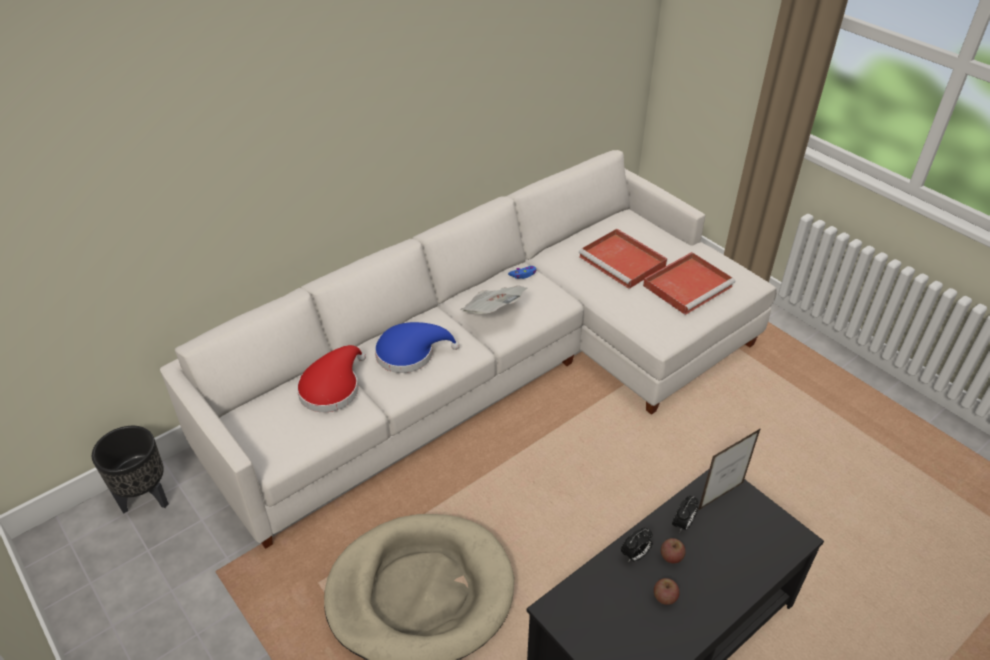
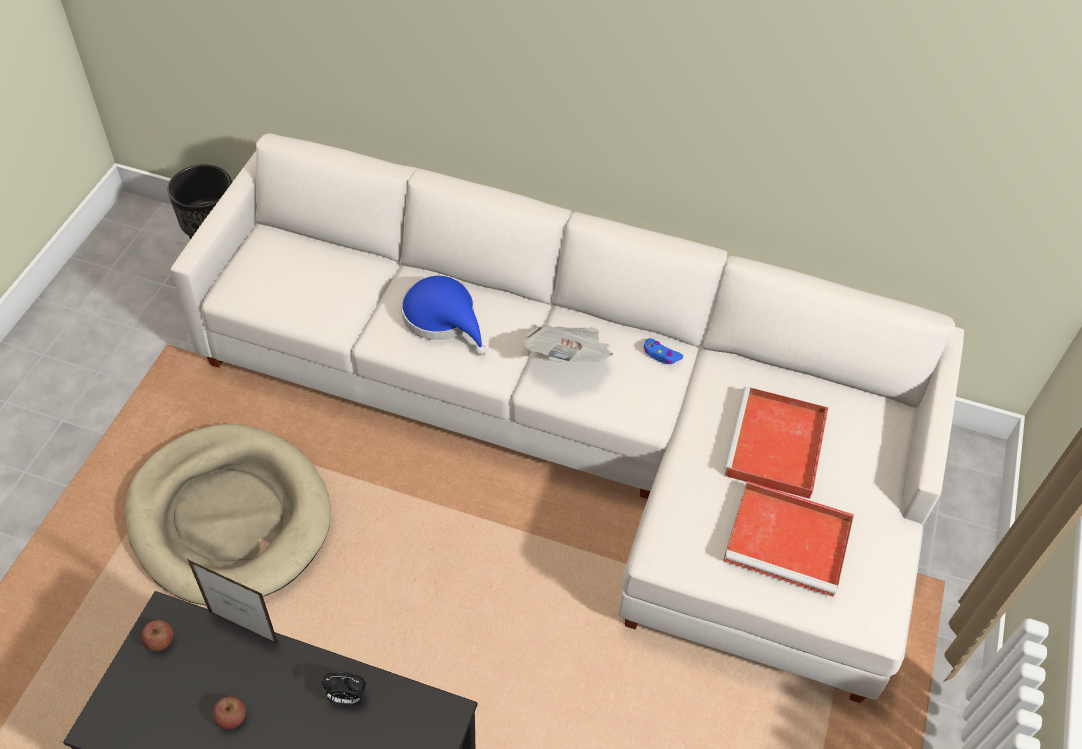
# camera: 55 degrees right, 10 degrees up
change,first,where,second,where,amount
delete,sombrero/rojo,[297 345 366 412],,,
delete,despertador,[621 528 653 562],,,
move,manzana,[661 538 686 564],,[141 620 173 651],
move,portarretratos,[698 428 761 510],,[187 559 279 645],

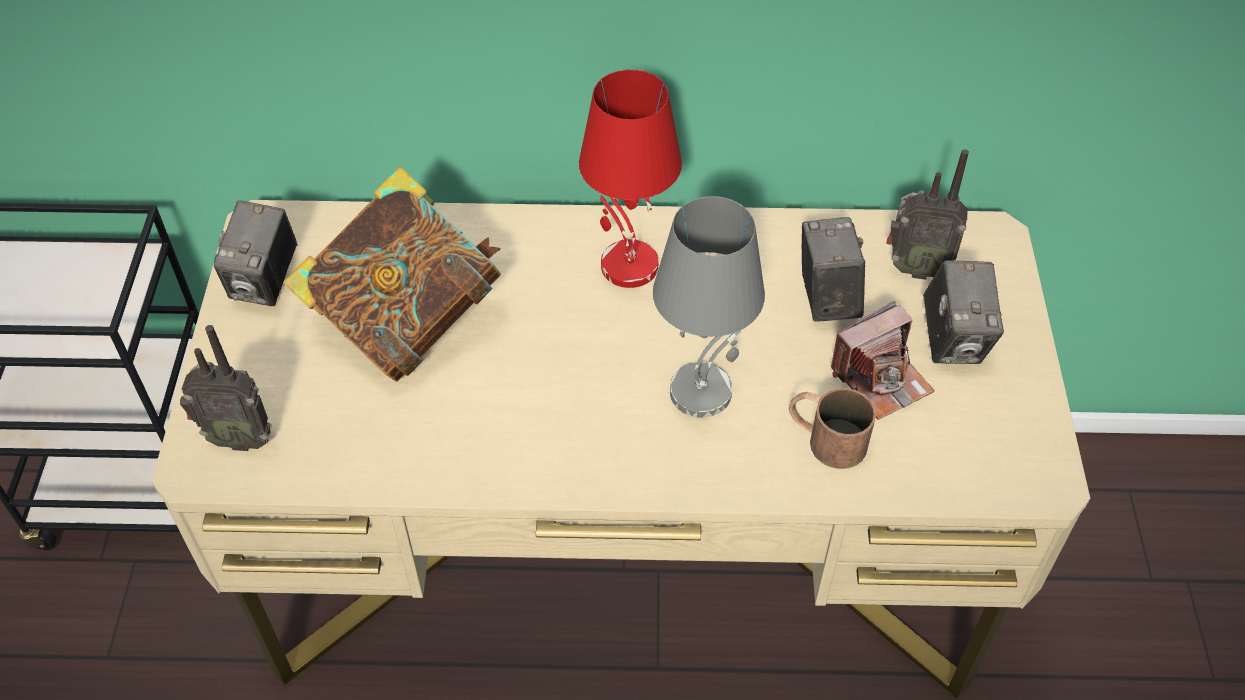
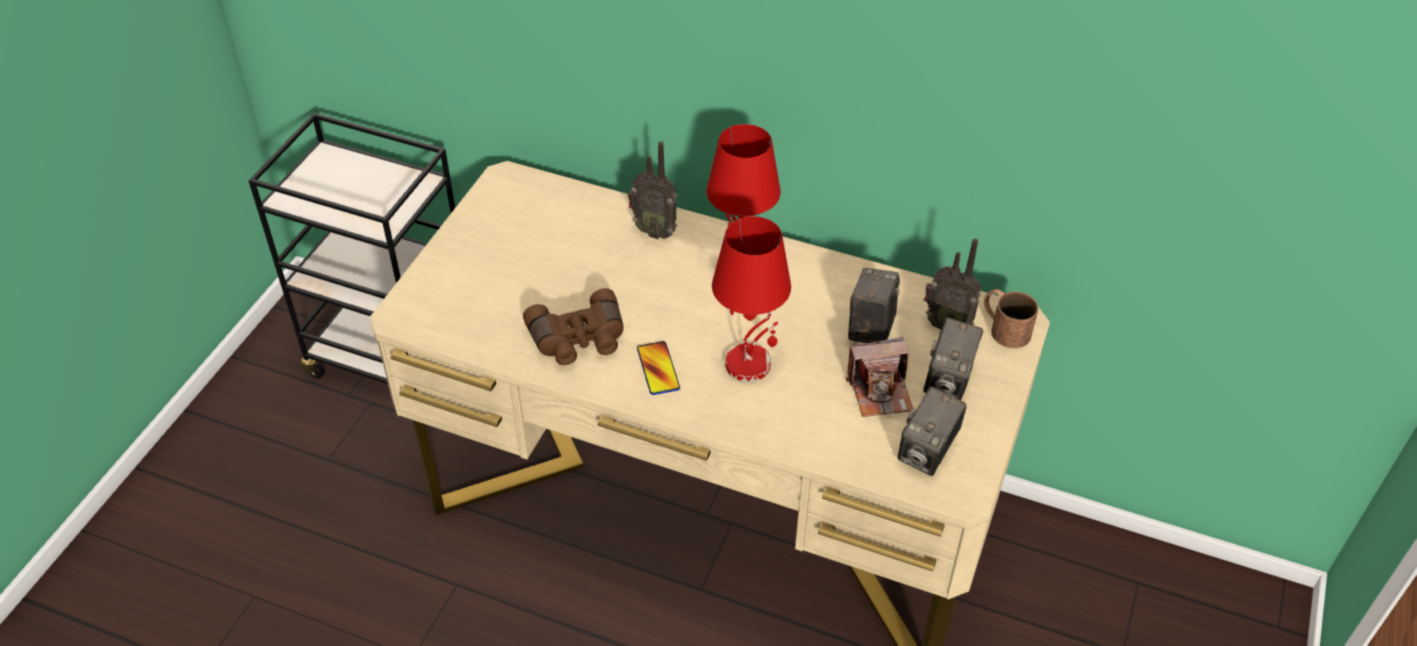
# camera: 20 degrees right, 5 degrees down
change,first,where,second,where,amount
move,radio,[180 325 272 451],,[628 141 677 239],
move,cámara,[214 200 297 306],,[897 386 967 476],
delete,libro,[283 167 501 382],,,
recolor,lámpara de mesa/gris,[653 196 765 418],lámpara de mesa/rojo,[712 216 791 382],
move,taza grande/marrón,[789 388 876 469],,[984 289 1039 348],
insert,,,prismáticos/marrón,[523 288 624 365],
insert,,,móvil,[637 341 680 395],

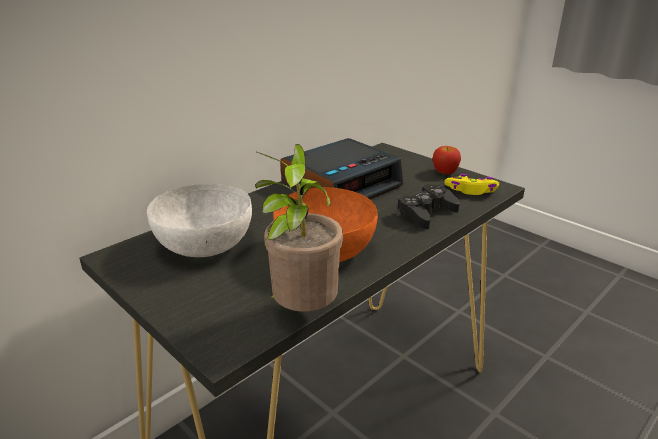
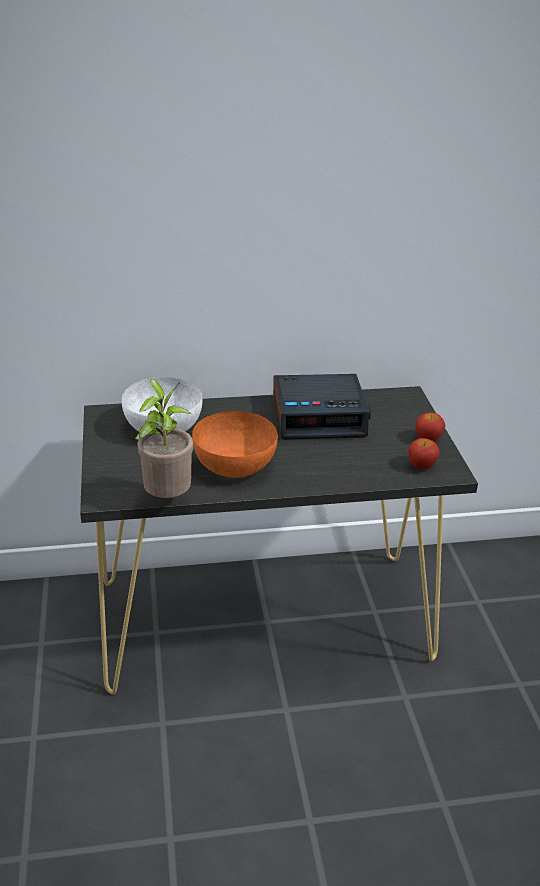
# camera: 35 degrees right, 5 degrees up
change,first,where,second,where,amount
delete,mando de consola/negro,[396 184 460 229],,,
replace,mando de consola/amarillo,[444 174 499 195],manzana,[408 438 440 470],

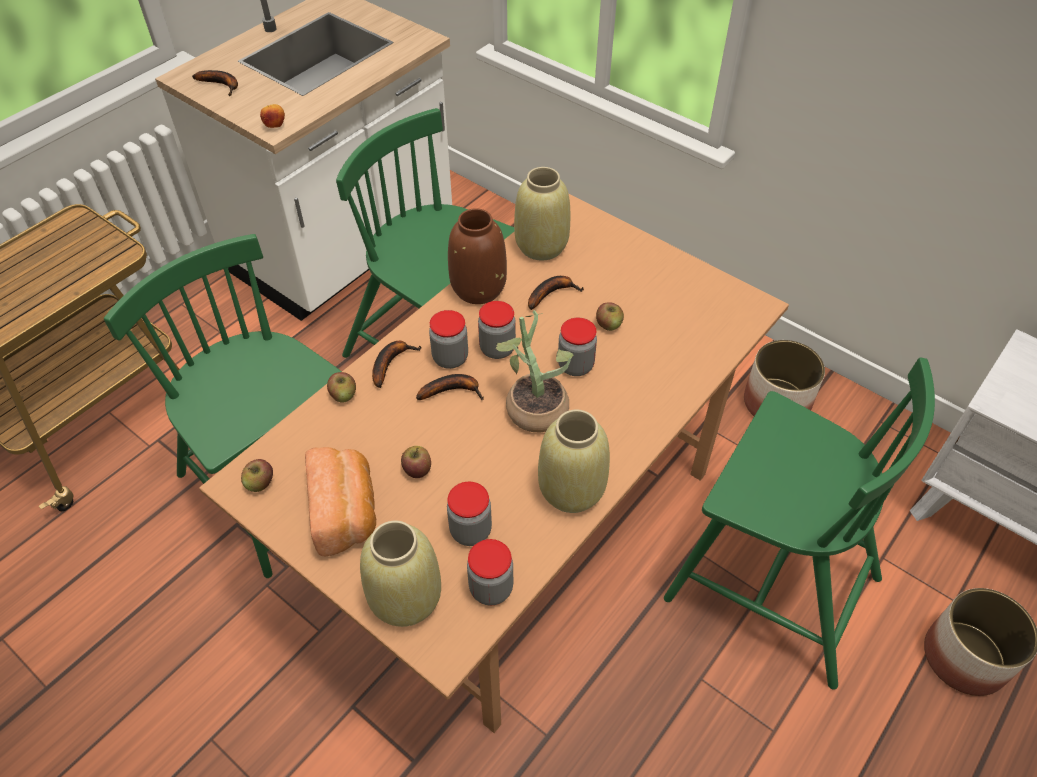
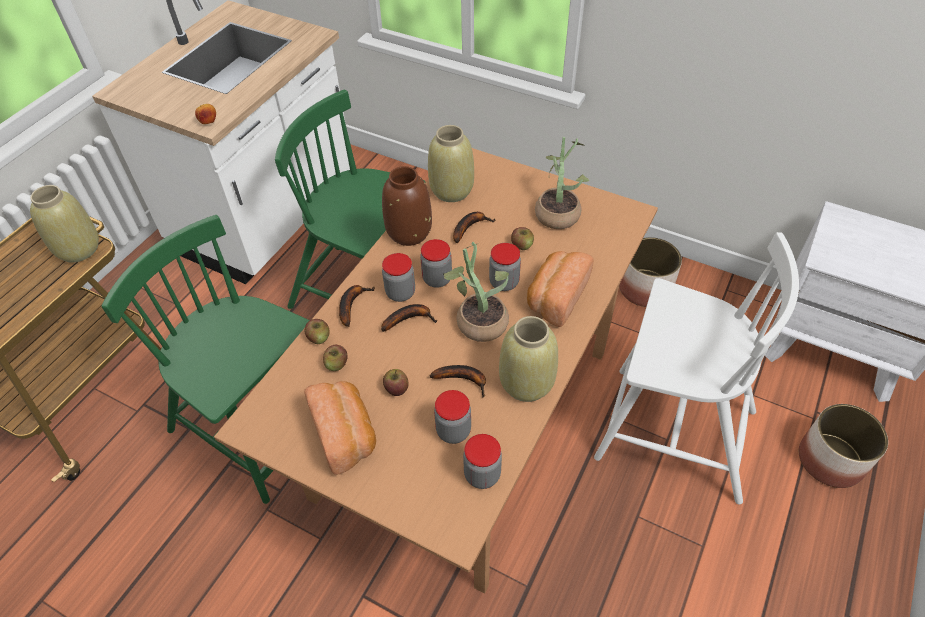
# camera: 10 degrees left, 0 degrees up
change,first,where,second,where,amount
move,plátano,[192 70 238 96],,[430 365 486 398],
move,manzana,[241 459 273 492],,[323 345 347 371],
move,florero/beis,[360 520 441 627],,[30 185 99 262],
recolor,silla/verde,[664 358 935 690],silla/blanco,[594 232 799 504],
insert,,,pan,[527 251 593 327],
insert,,,planta en maceta,[535 137 589 229],

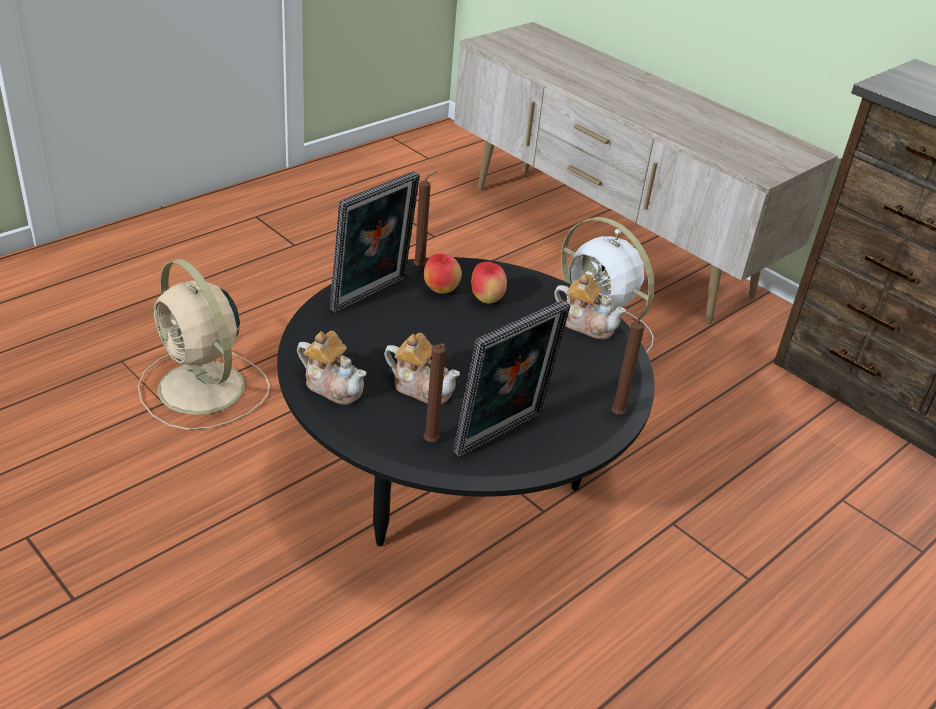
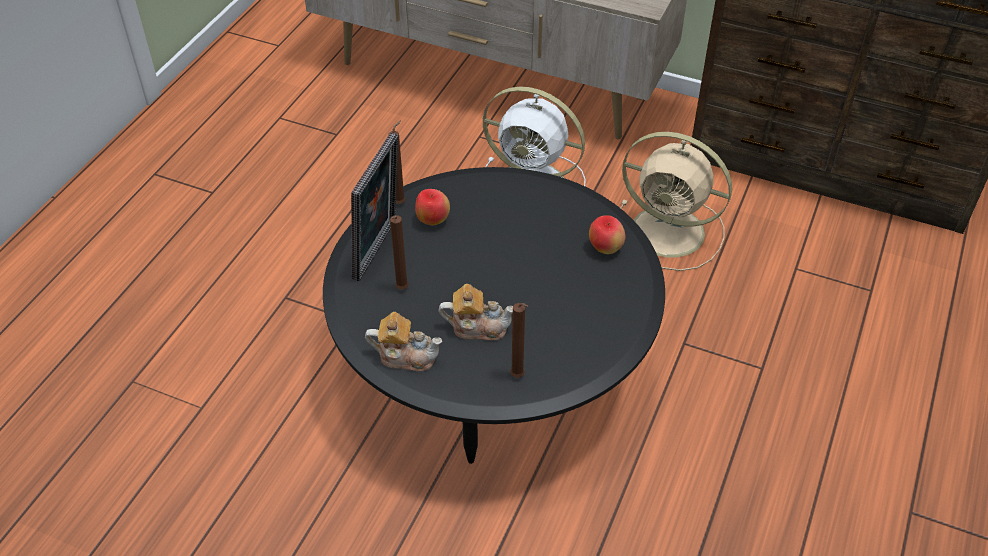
# camera: 20 degrees left, 10 degrees up
change,first,where,second,where,amount
move,ventilador/beis,[138 259 270 430],,[621 132 732 271],
delete,portarretratos,[453 300 571 458],,,
move,manzana,[471 262 507 304],,[589 215 625 254],
delete,tetera,[554 274 626 339],,,
move,vela/marrón,[611 318 645 415],,[390 215 409 290],

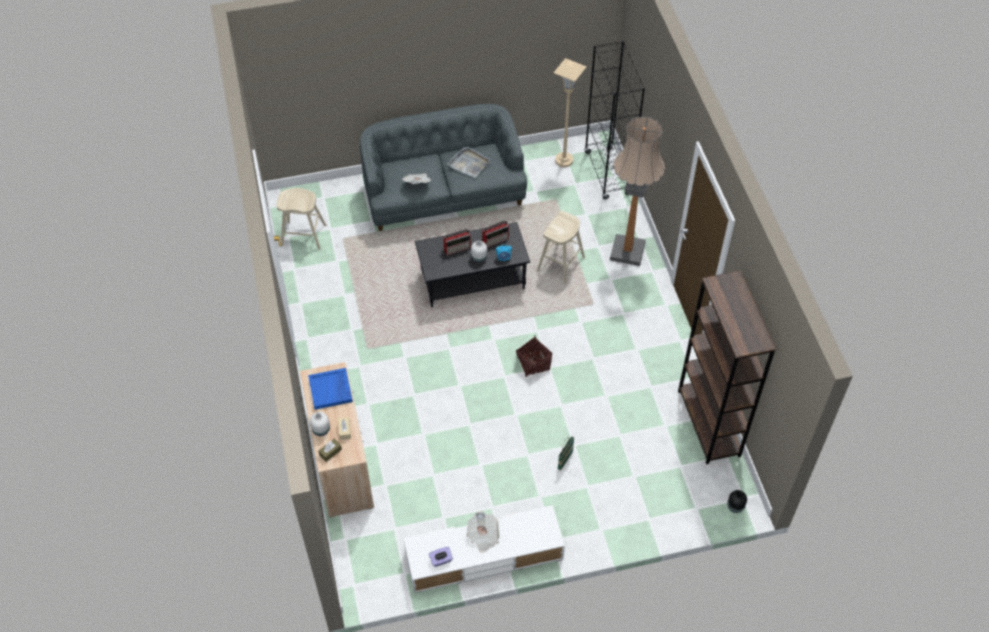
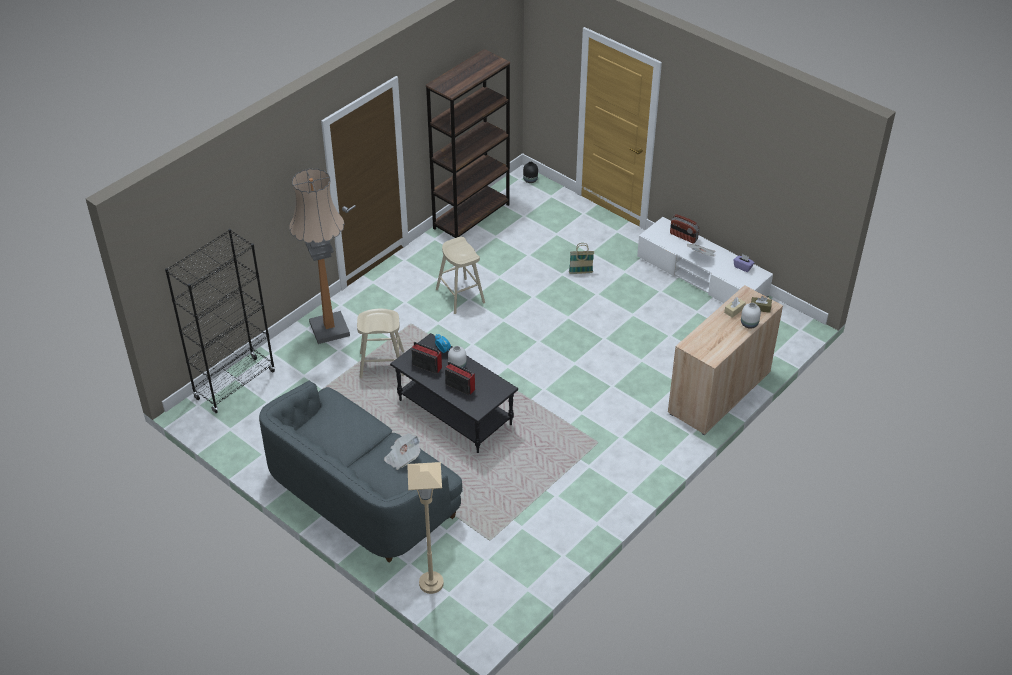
# camera: 125 degrees left, 10 degrees down
change,first,where,second,where,amount
move,taburete/beis,[276 188 326 250],,[436 237 485 314],
delete,bandeja/azul,[308 368 353 410],,,
delete,bandeja/gris,[448 147 491 178],,,
delete,cesta,[516 336 552 377],,,
move,lámpara de pie/beis,[554 58 586 167],,[407 462 444 594],
insert,,,radio,[670 214 699 244],

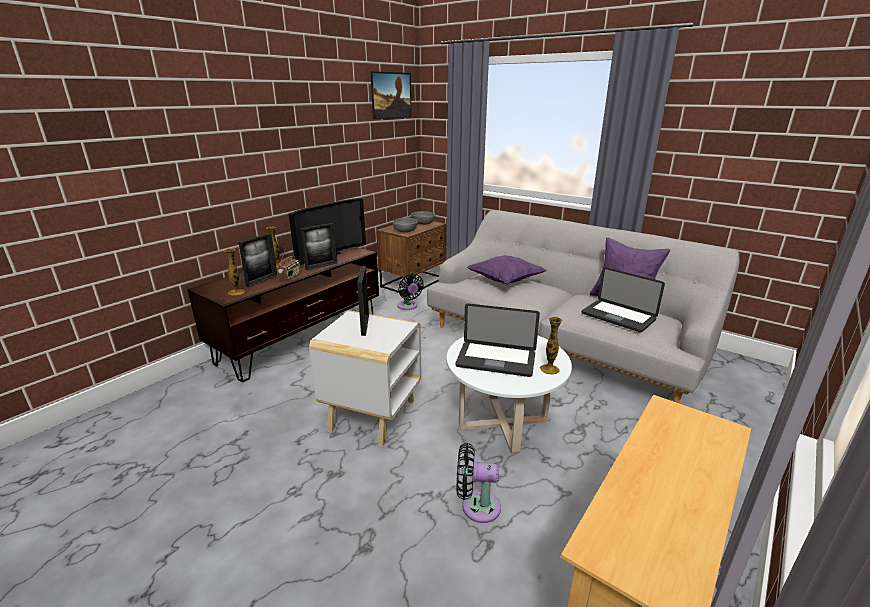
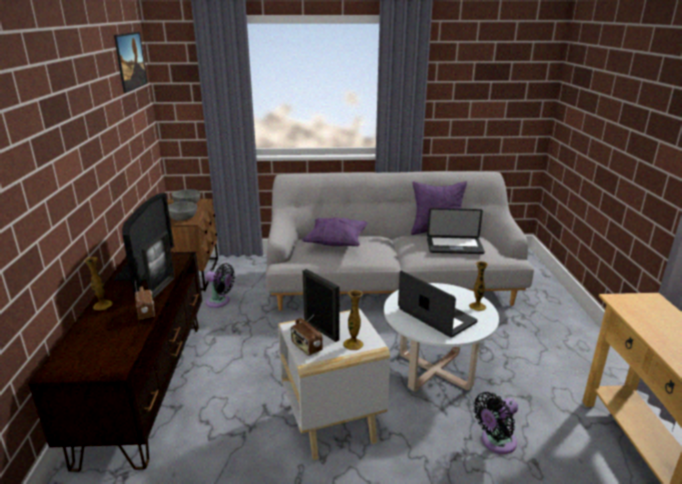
# camera: 40 degrees left, 0 degrees up
change,first,where,second,where,amount
move,florero,[224 248 245 295],,[343 290 363 350],
delete,portarretratos,[238 233 278 287],,,
rotate,portátil,[455 304 540 377],,[398 271 478 338],105 degrees counterclockwise
insert,,,radio,[291 315 323 356],

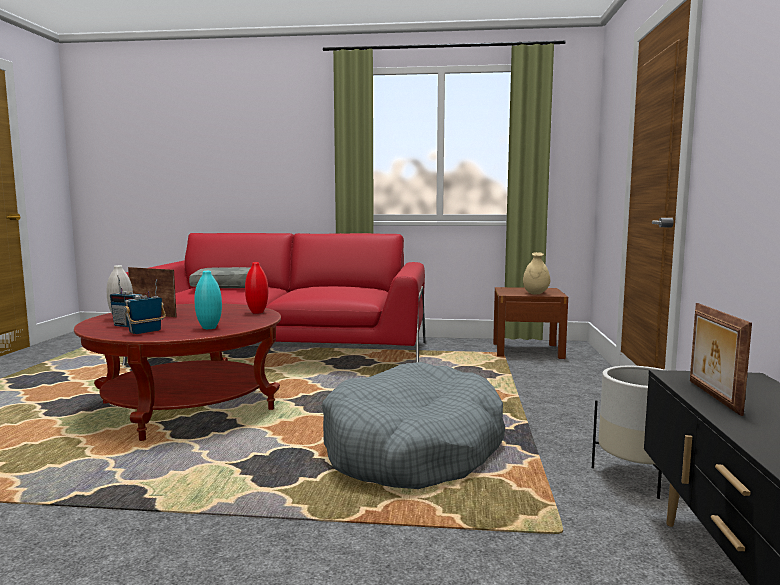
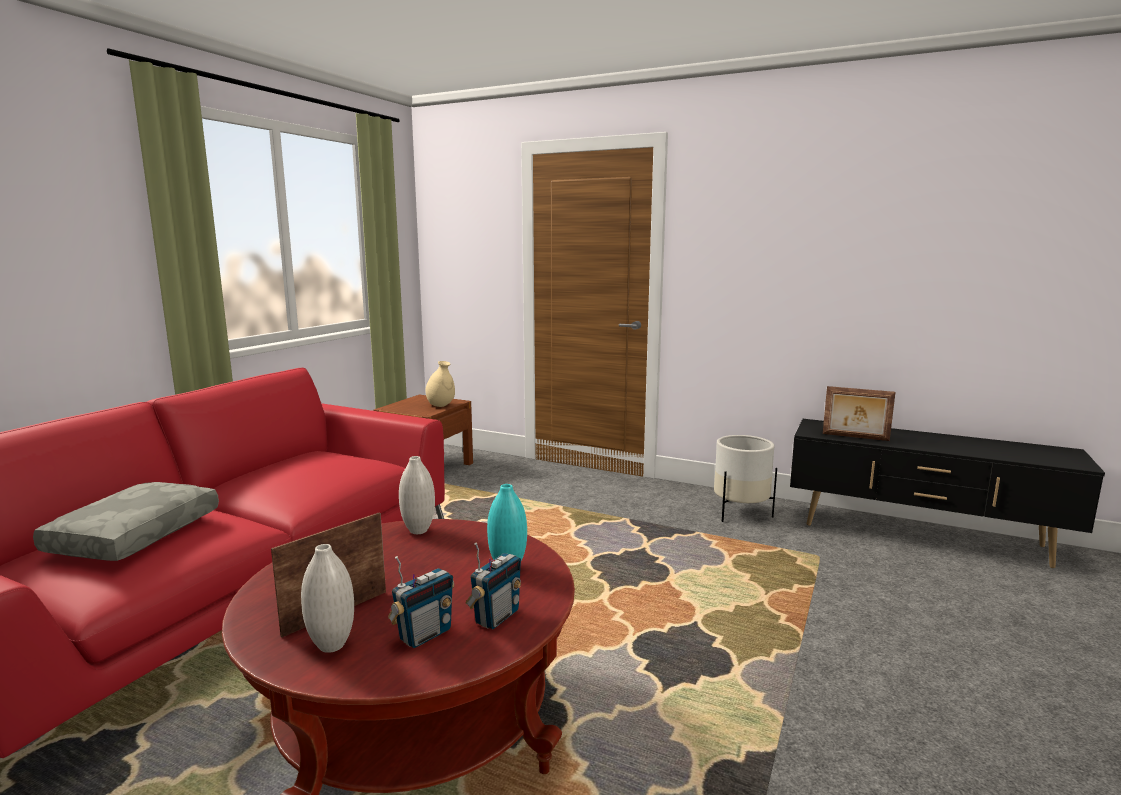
# camera: 70 degrees left, 5 degrees up
change,first,where,second,where,amount
rotate,radio,[123 279 166 334],,[465 542 521 629],120 degrees counterclockwise
recolor,florero/rojo,[245 262 268 314],florero/blanco,[399 456 435 534],
delete,cama para perro/gris,[322 362 505 489],,,

